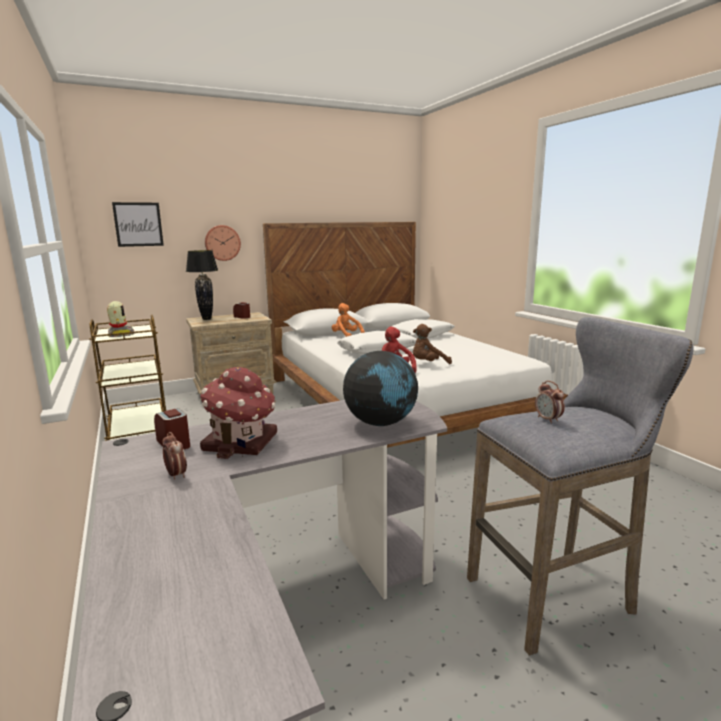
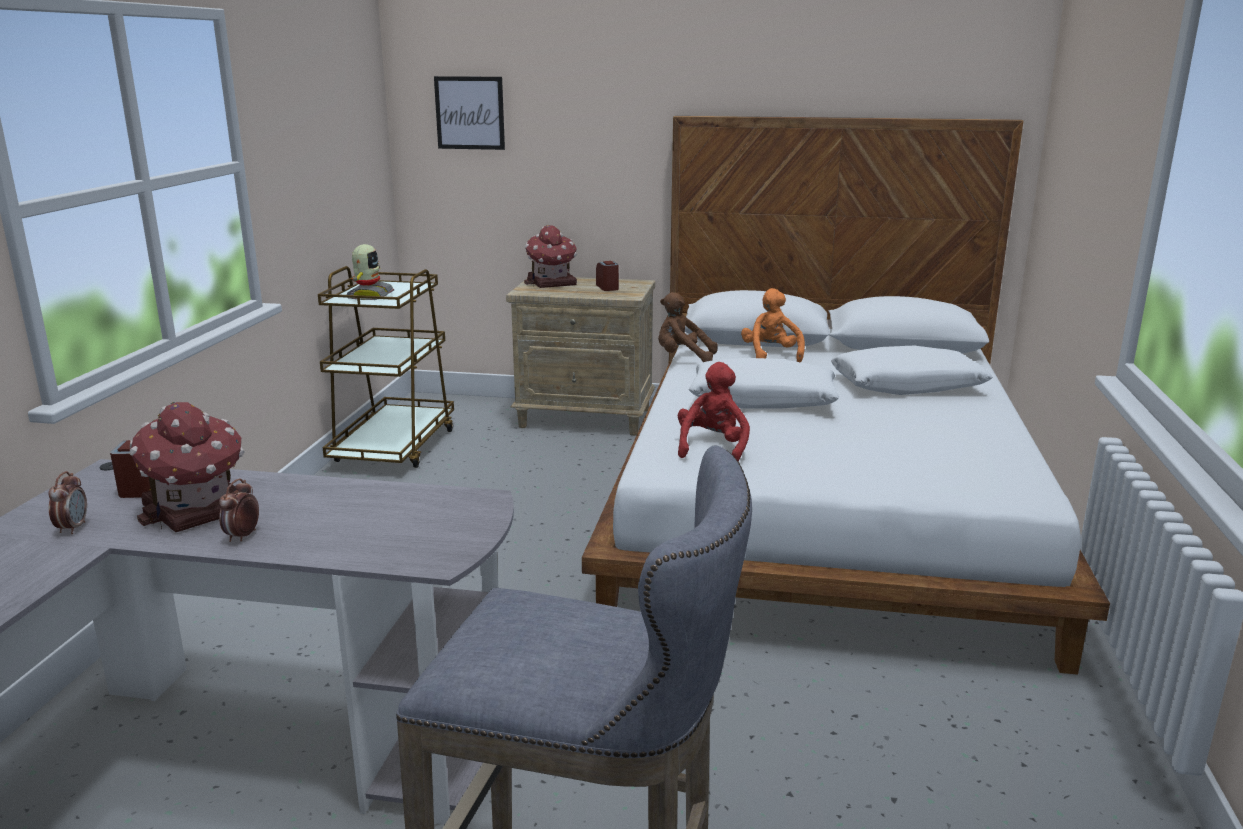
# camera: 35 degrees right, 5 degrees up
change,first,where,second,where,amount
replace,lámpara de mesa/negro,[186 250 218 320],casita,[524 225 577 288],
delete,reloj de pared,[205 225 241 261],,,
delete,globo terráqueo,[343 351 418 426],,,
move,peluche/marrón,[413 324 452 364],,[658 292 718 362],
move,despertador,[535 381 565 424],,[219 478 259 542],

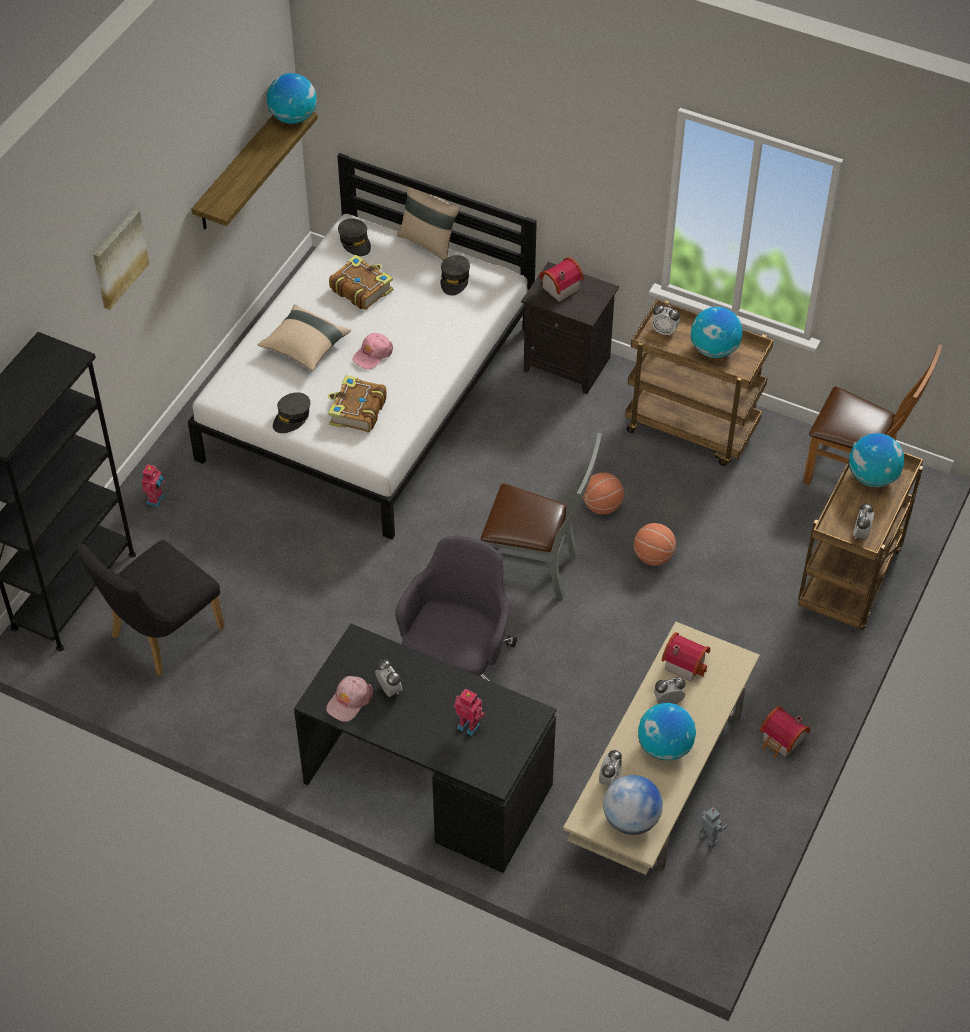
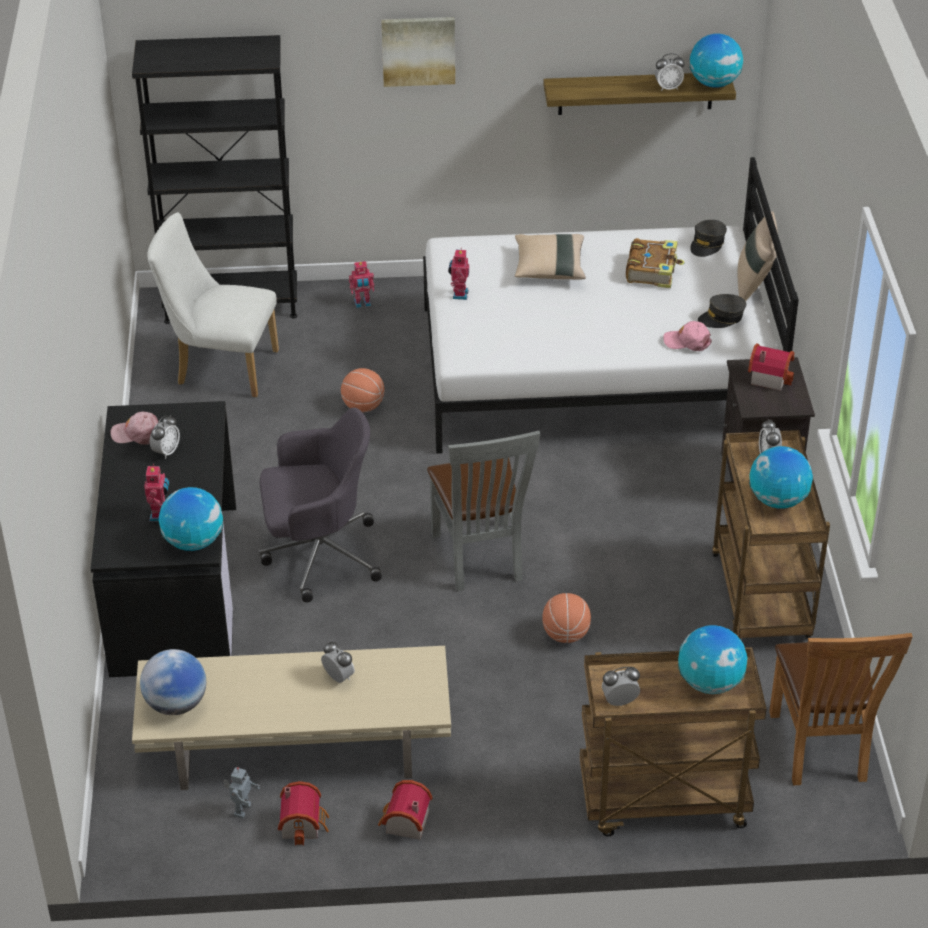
# camera: 60 degrees right, 10 degrees down
change,first,where,second,where,amount
recolor,silla/negro,[75 540 225 676],silla/blanco,[147 212 279 397],
replace,gorra/gris,[273 392 310 433],robot de juguete,[448 250 469 300],
delete,libro,[328 375 387 432],,,
move,gorra/rosa,[352 333 393 369],,[663 321 712 351],
move,balón de baloncesto,[583 473 624 514],,[341 368 384 412],
move,despertador,[599 750 622 786],,[655 53 685 91],
move,globo terráqueo,[638 703 696 761],,[159 487 223 551],
move,casita,[661 632 710 682],,[278 781 329 846],

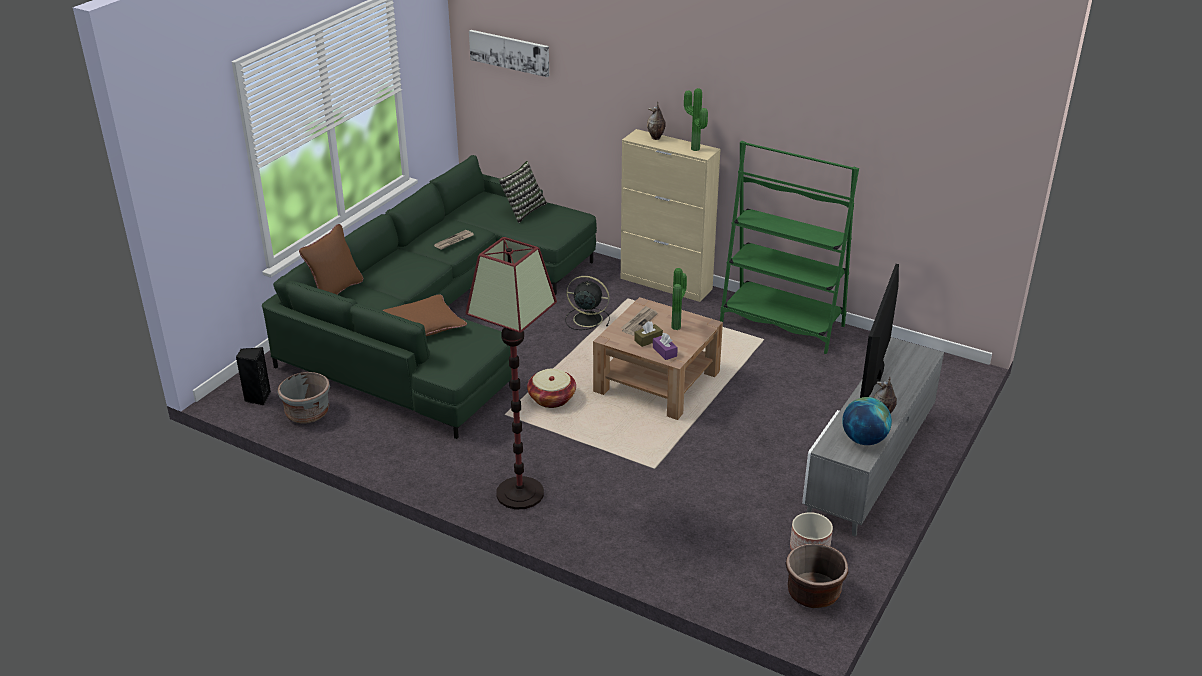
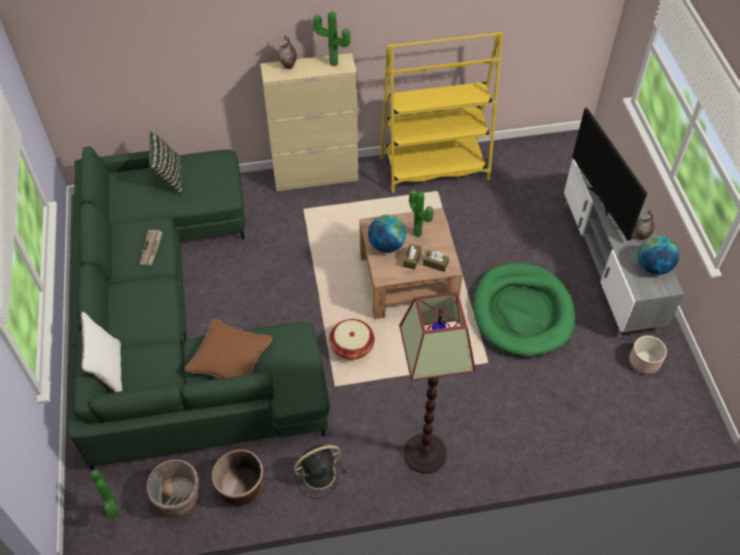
# camera: 40 degrees left, 20 degrees up
change,first,where,second,where,amount
replace,altavoz/negro,[236 347 271 405],planta en maceta,[90 470 121 517],
recolor,cojín/marrón,[299 224 363 295],cojín/blanco,[81 312 123 392],
delete,cuadro,[469 30 549 77],,,
move,ventilador/negro,[565 276 610 330],,[294 445 346 499],
replace,periódico,[621 306 657 335],globo terráqueo,[368 215 406 253],
recolor,caja de pañuelos/morado,[653 333 678 360],caja de pañuelos/marrón,[423 250 449 272],
recolor,estantería/verde,[720 141 859 354],estantería/amarillo,[380 32 503 193],
move,maceta/marrón,[785 543 848 608],,[212 449 264 506],
insert,,,cama para perro/verde,[473 263 576 357],

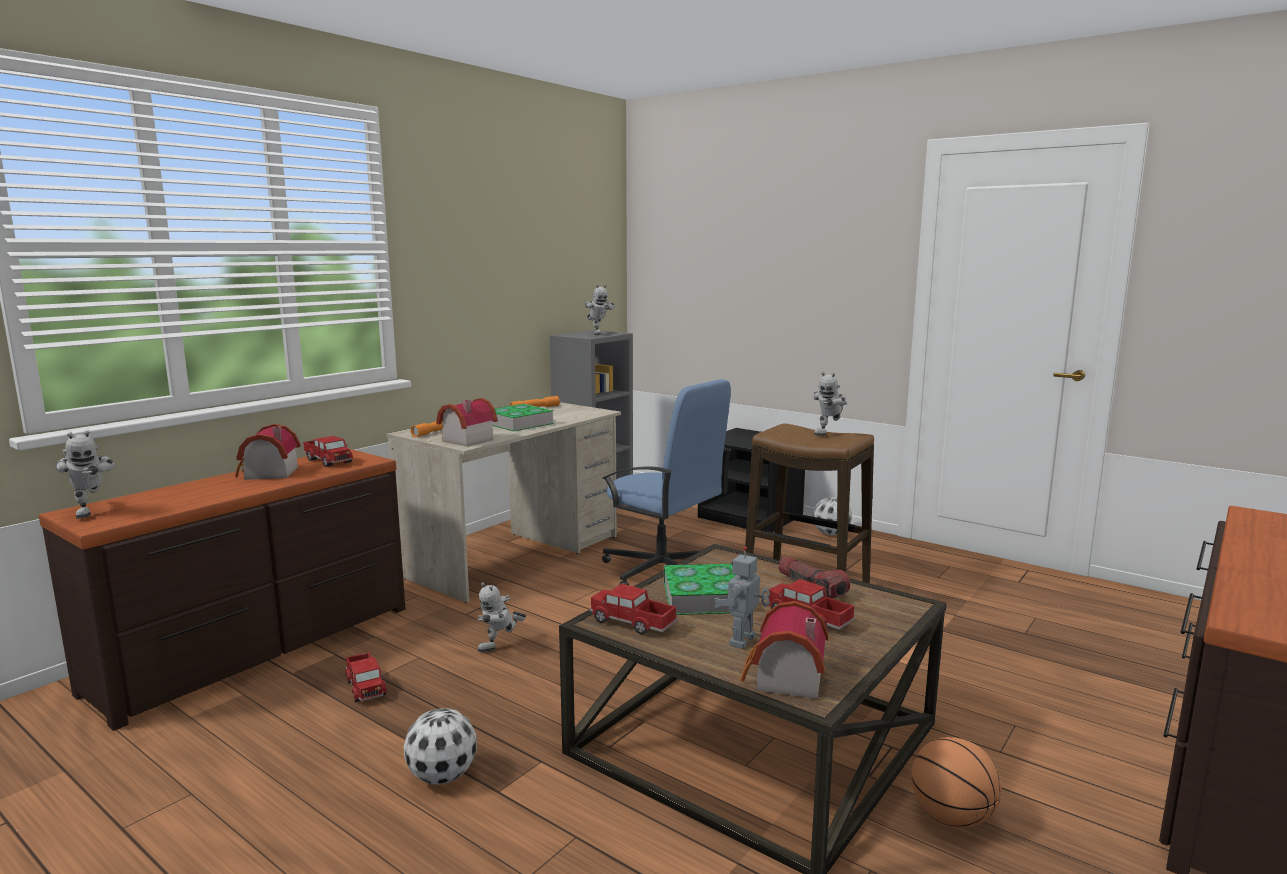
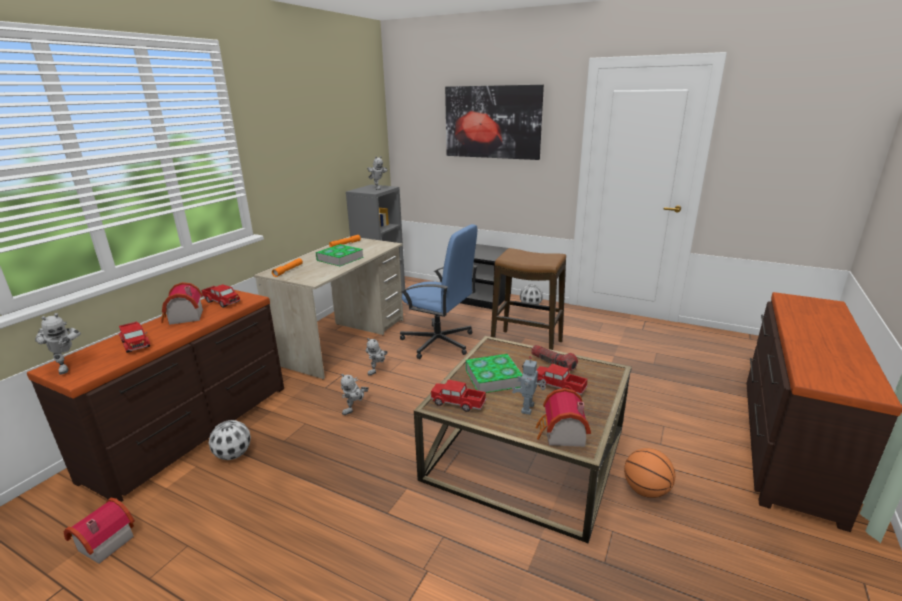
# camera: 10 degrees left, 10 degrees up
change,first,where,second,where,amount
move,camión de juguete,[345 652 387 702],,[119 322 150 353],
move,balón de fútbol,[404 708 477 784],,[209 420 251 460],
move,casita,[436 398 498 447],,[64 498 135 564],
move,robot de juguete,[813 372 847 436],,[366 338 388 375],
insert,,,cuadro,[445 85 544 160],

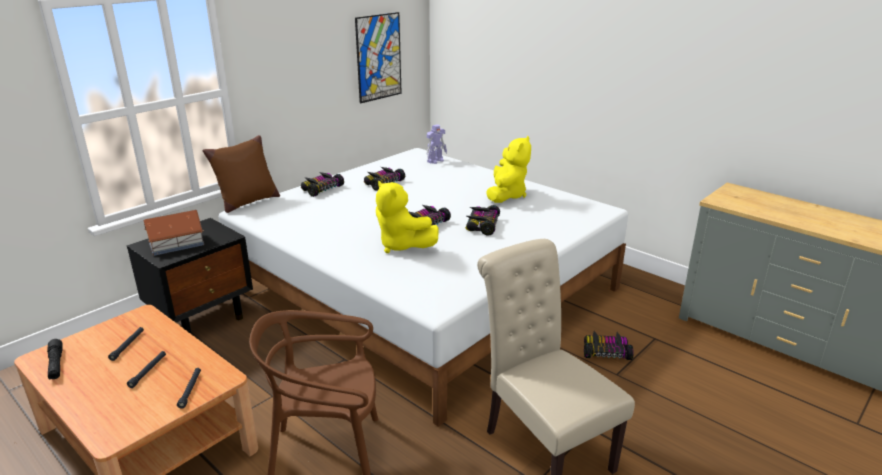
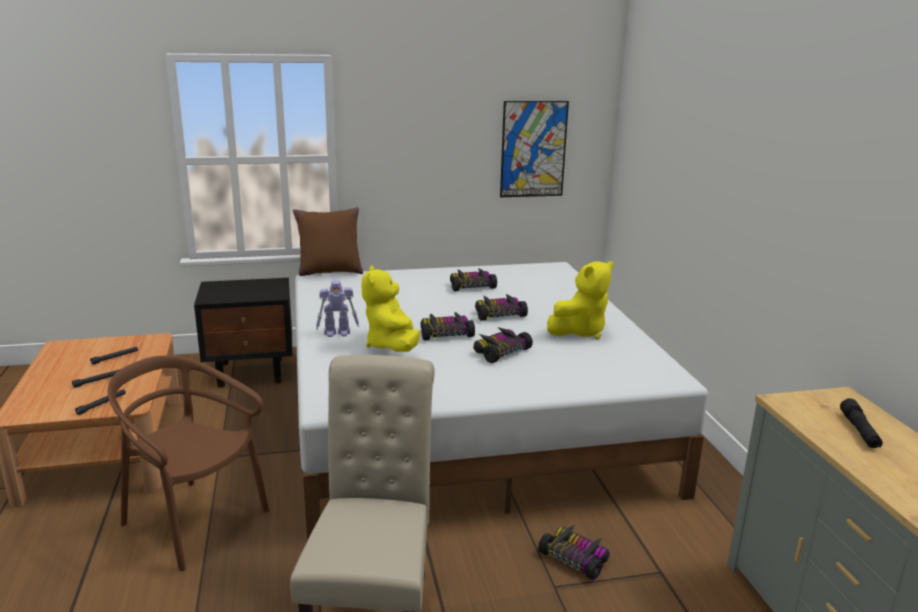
# camera: 35 degrees right, 5 degrees down
change,first,where,second,where,amount
move,linterna/negro,[47 339 63 380],,[840 398 883 448],
delete,casita,[144 210 204 256],,,
move,coche de juguete,[301 172 344 197],,[475 294 528 321],
move,robot de juguete,[427 124 447 164],,[316 281 359 337],

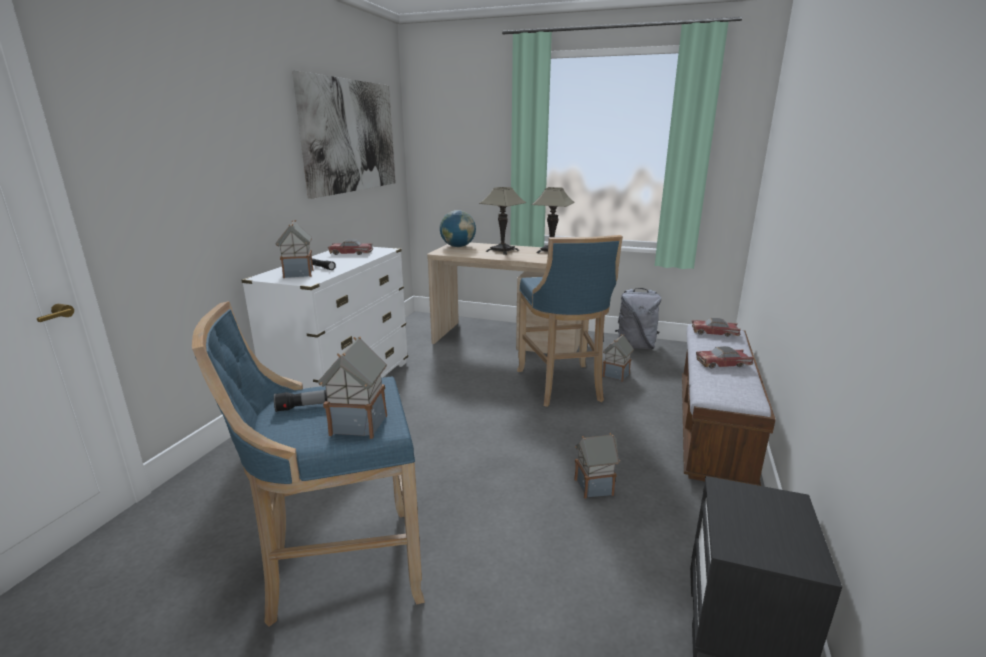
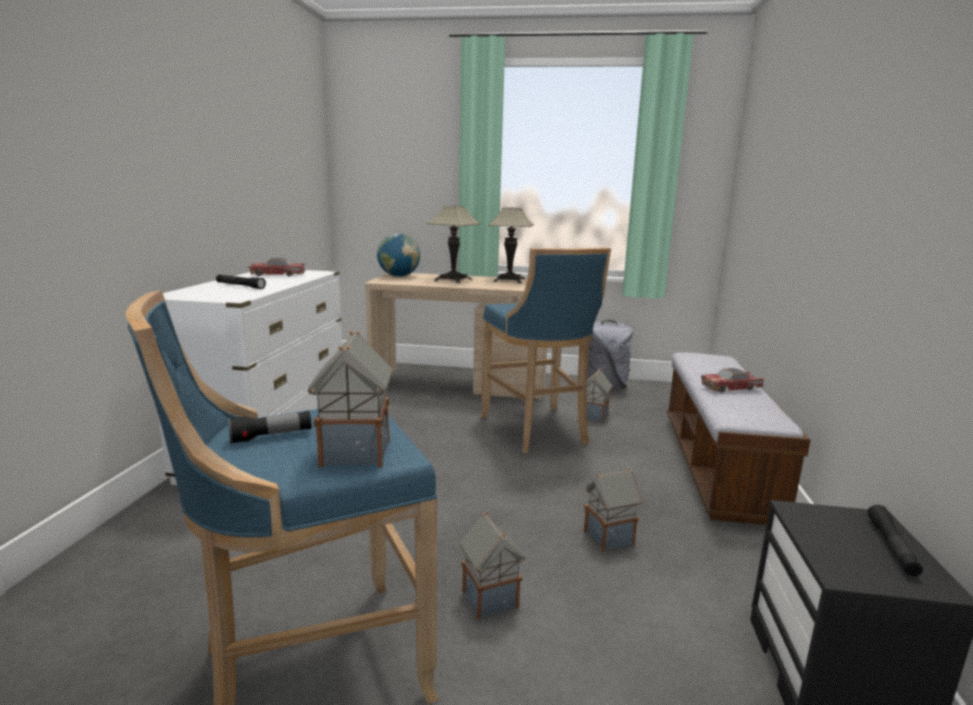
# camera: 10 degrees left, 5 degrees down
change,first,where,second,where,amount
move,casita,[275 220 313 278],,[460 512 526 619],
delete,cuadro,[292 71 396 199],,,
delete,coche de juguete,[692 318 741 337],,,
insert,,,linterna/negro,[867 505 923 576],

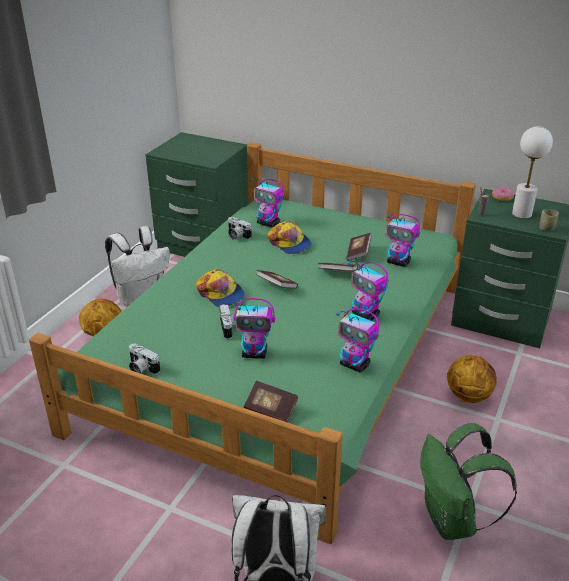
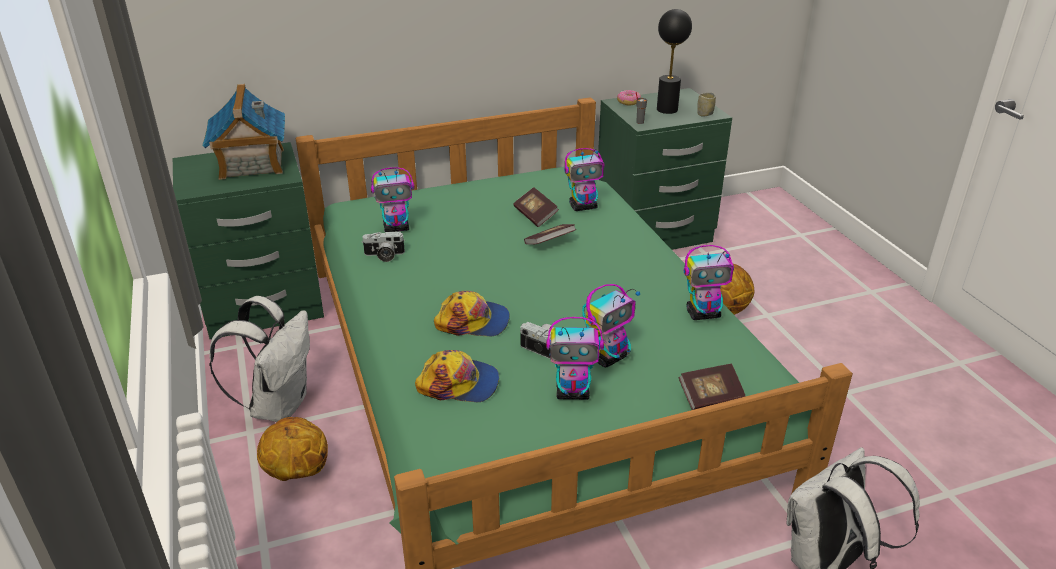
# camera: 45 degrees left, 0 degrees up
change,first,where,second,where,amount
delete,cámara,[129 344 160 375],,,
delete,libro,[256 270 298 289],,,
move,gorra,[267 221 312 254],,[415 350 499 402],
move,robot de juguete,[347 261 389 320],,[546 317 604 400],
delete,mochila/verde,[420 423 517 540],,,
recolor,lámpara de mesa/blanco,[512 126 553 219],lámpara de mesa/negro,[657 9 692 114],
insert,,,casita,[202 84 285 180],

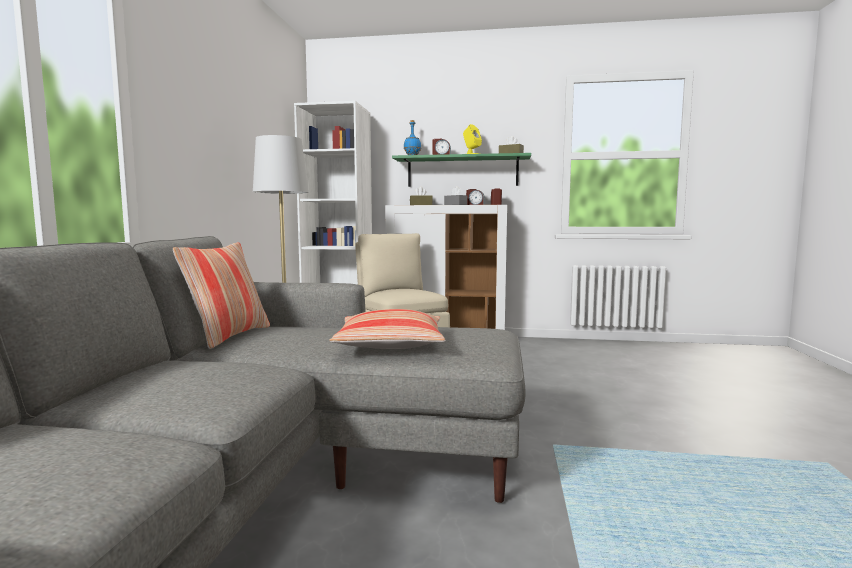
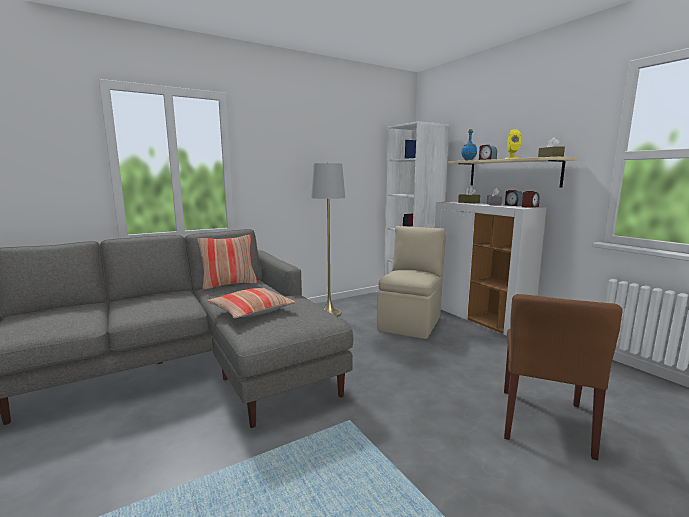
# camera: 50 degrees right, 5 degrees up
change,first,where,second,where,amount
recolor,estante/verde,[392 153 531 187],estante/beis,[448 157 577 187],
insert,,,silla/marrón,[504 294 623 460],

